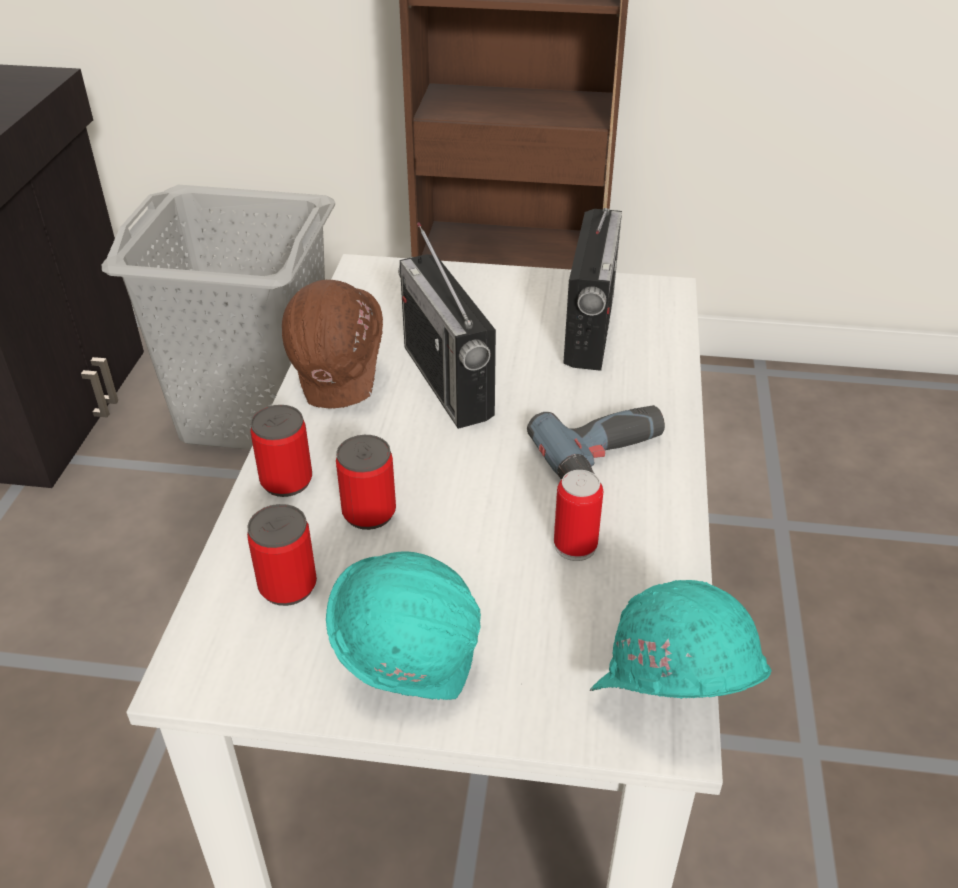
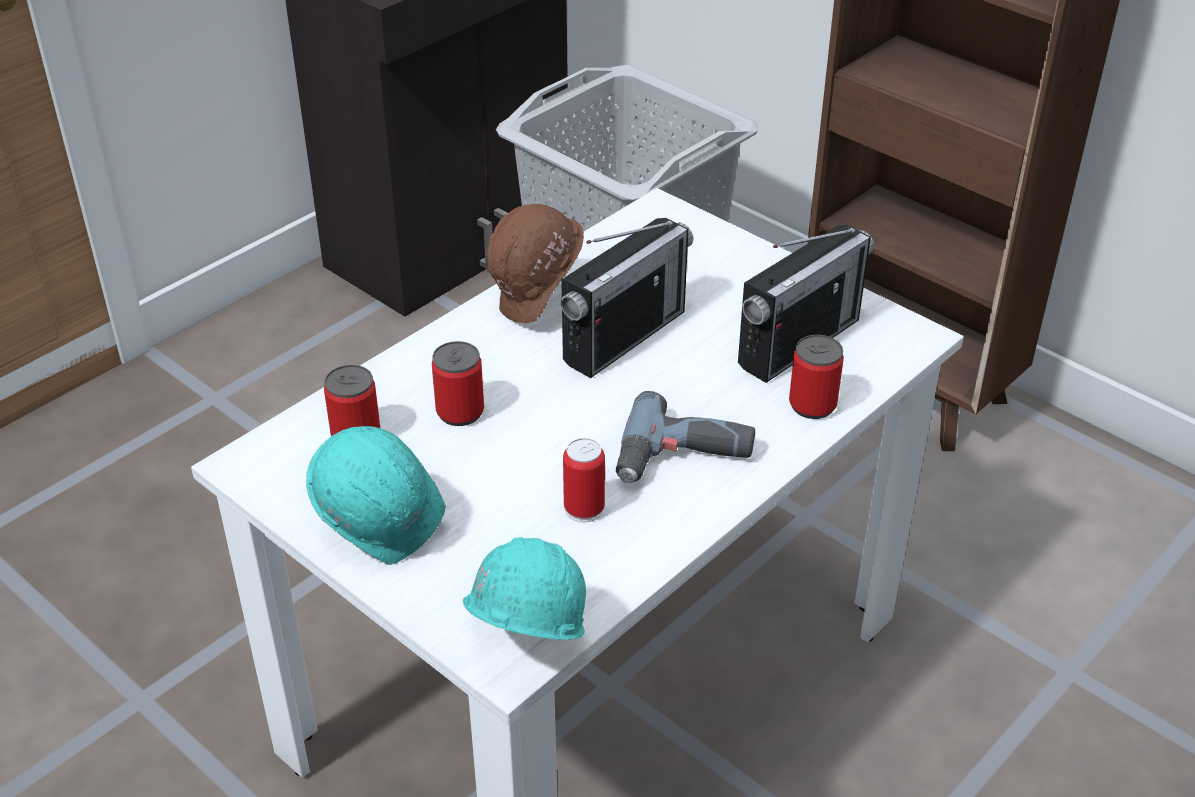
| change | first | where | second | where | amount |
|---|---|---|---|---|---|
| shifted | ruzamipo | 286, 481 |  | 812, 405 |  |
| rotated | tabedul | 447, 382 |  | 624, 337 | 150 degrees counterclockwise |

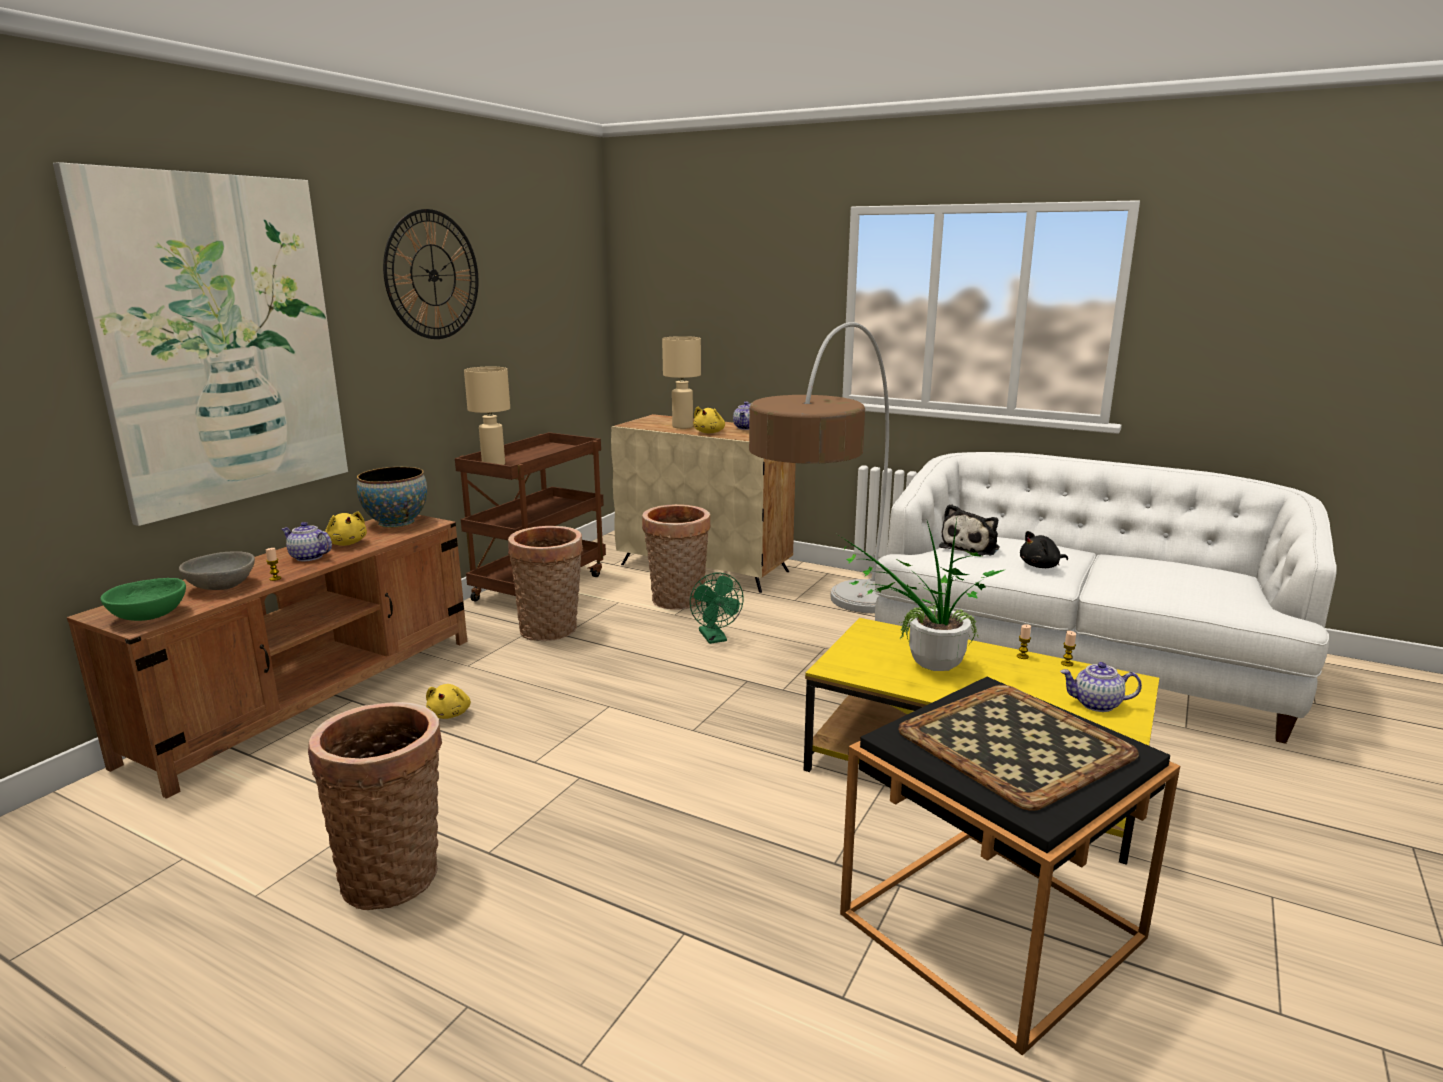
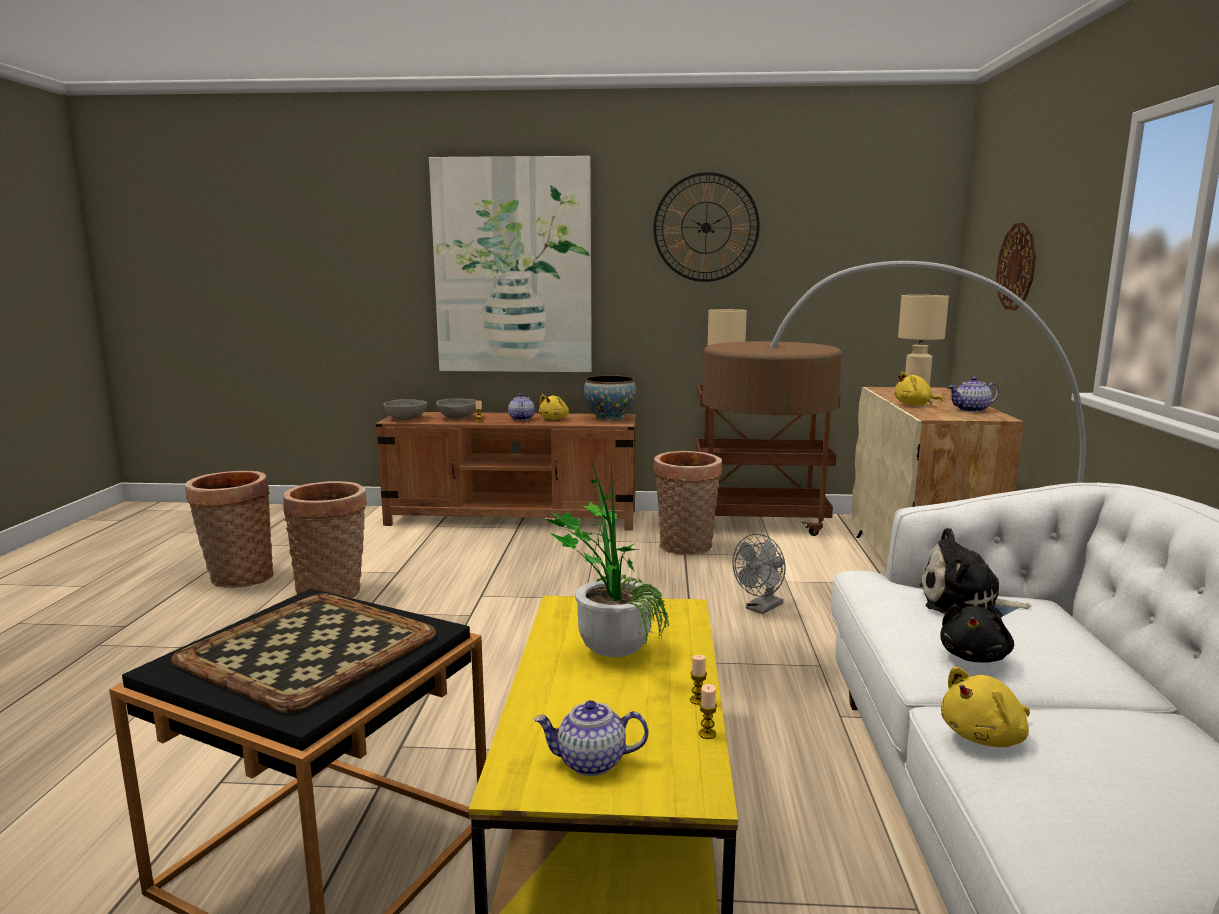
| change | first | where | second | where | amount |
|---|---|---|---|---|---|
| repainted | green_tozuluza | 150, 615 | grey_tozuluza | 406, 419 |  |
| shifted | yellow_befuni | 450, 714 |  | 985, 737 |  |
| shifted | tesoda | 677, 602 |  | 237, 578 |  |
| repainted | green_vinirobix | 715, 638 | grey_vinirobix | 761, 608 |  |
| rotated | black_befuni | 1041, 566 |  | 974, 656 | 105 degrees counterclockwise |
| rotated | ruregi | 1096, 704 |  | 590, 762 | 75 degrees counterclockwise |
| new |  |  | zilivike | 1017, 266 |  |

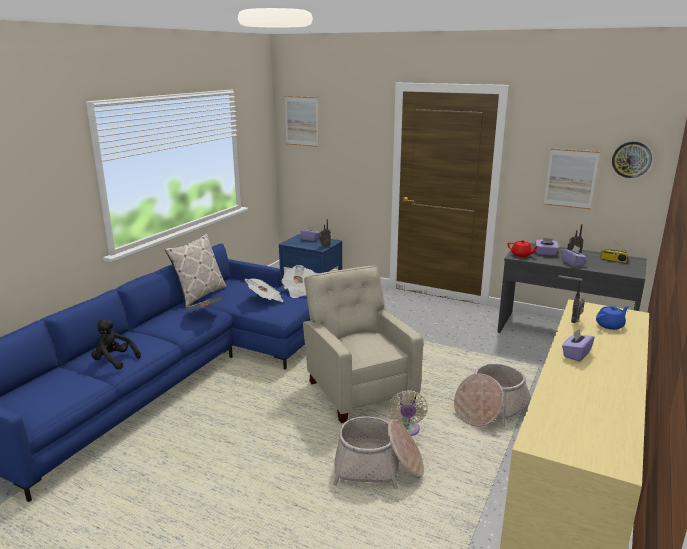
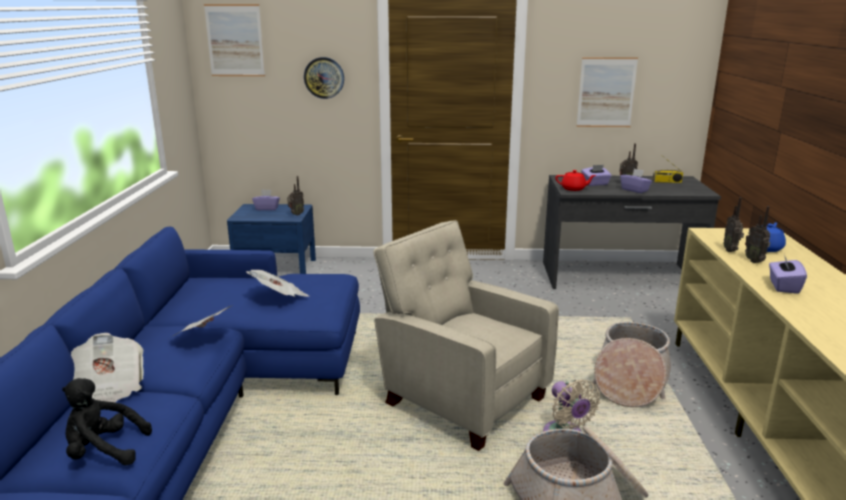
| change | first | where | second | where | amount |
|---|---|---|---|---|---|
| gone | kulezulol | 199, 295 |  |  |  |
| shifted | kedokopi | 299, 291 |  | 109, 387 |  |
| shifted | zilivike | 631, 159 |  | 324, 77 |  |
| new |  |  | tabedul | 754, 261 |  |

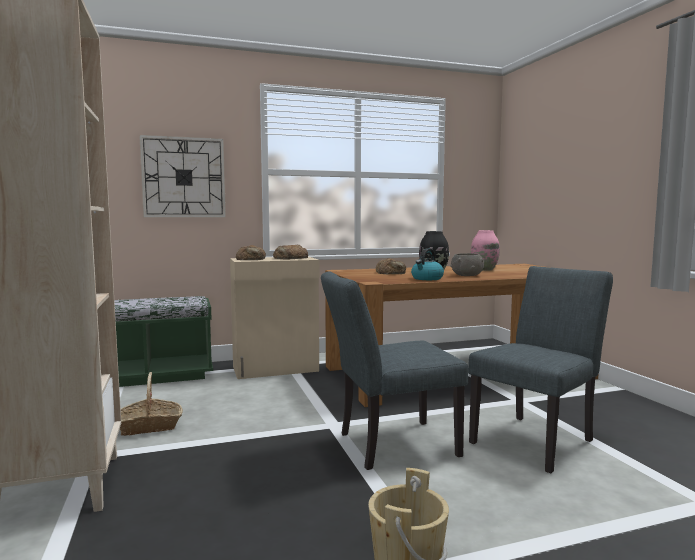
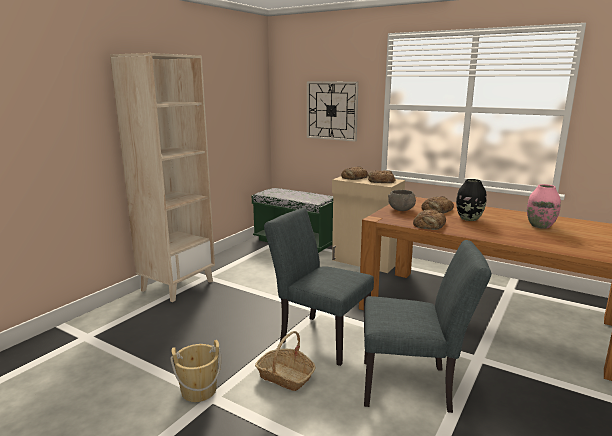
| change | first | where | second | where | amount |
|---|---|---|---|---|---|
| shifted | tesoda | 149, 426 |  | 285, 376 |  |
| swapped | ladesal | 427, 279 | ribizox | 429, 225 |  |
| shifted | grey_tozuluza | 467, 275 |  | 401, 209 |  |

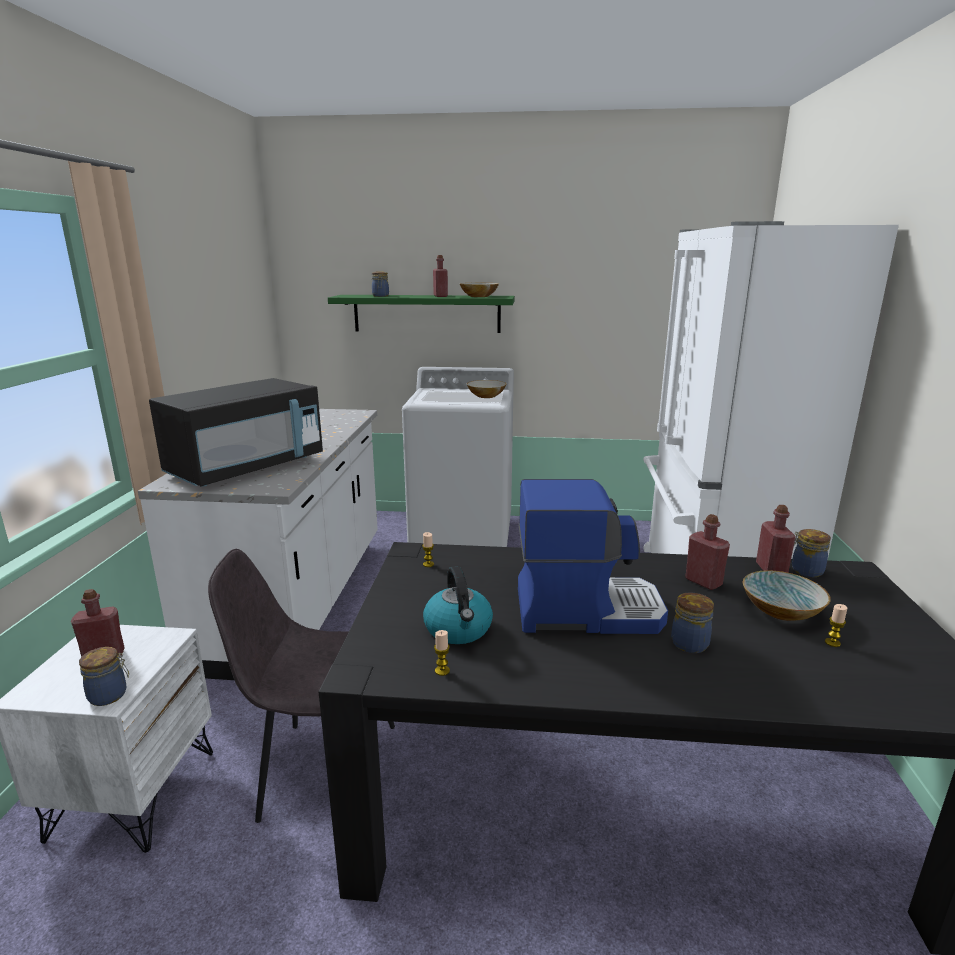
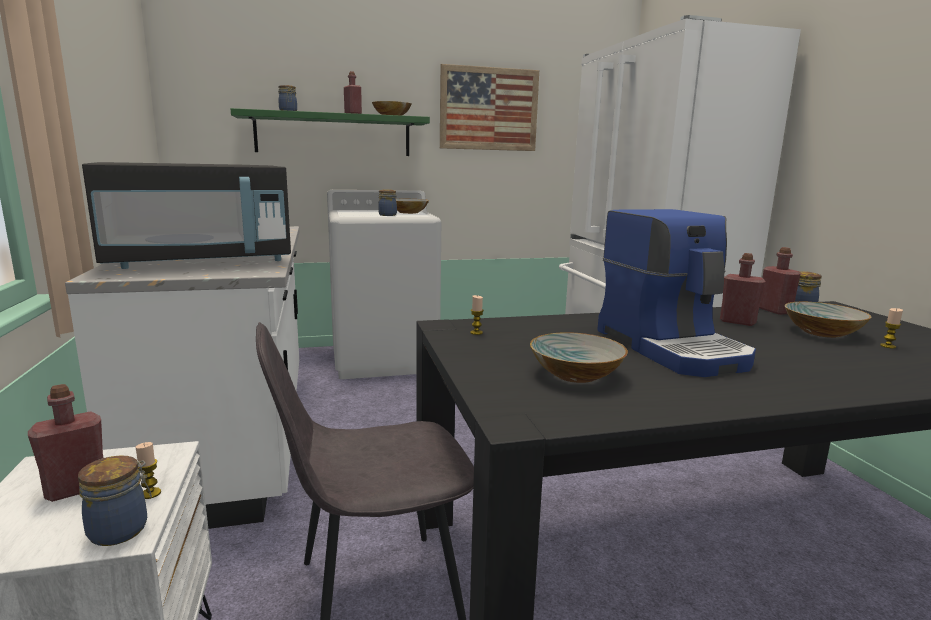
| change | first | where | second | where | amount |
|---|---|---|---|---|---|
| rotated | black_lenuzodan | 247, 468 |  | 201, 261 | 45 degrees clockwise |
| swapped | ladesal | 459, 629 | tozuluza | 575, 374 |  |
| shifted | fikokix | 442, 671 |  | 150, 493 |  |
| rotated | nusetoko | 586, 609 |  | 672, 347 | 90 degrees clockwise |
| shifted | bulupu | 689, 642 |  | 387, 215 |  |
| new |  |  | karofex | 489, 109 |  |

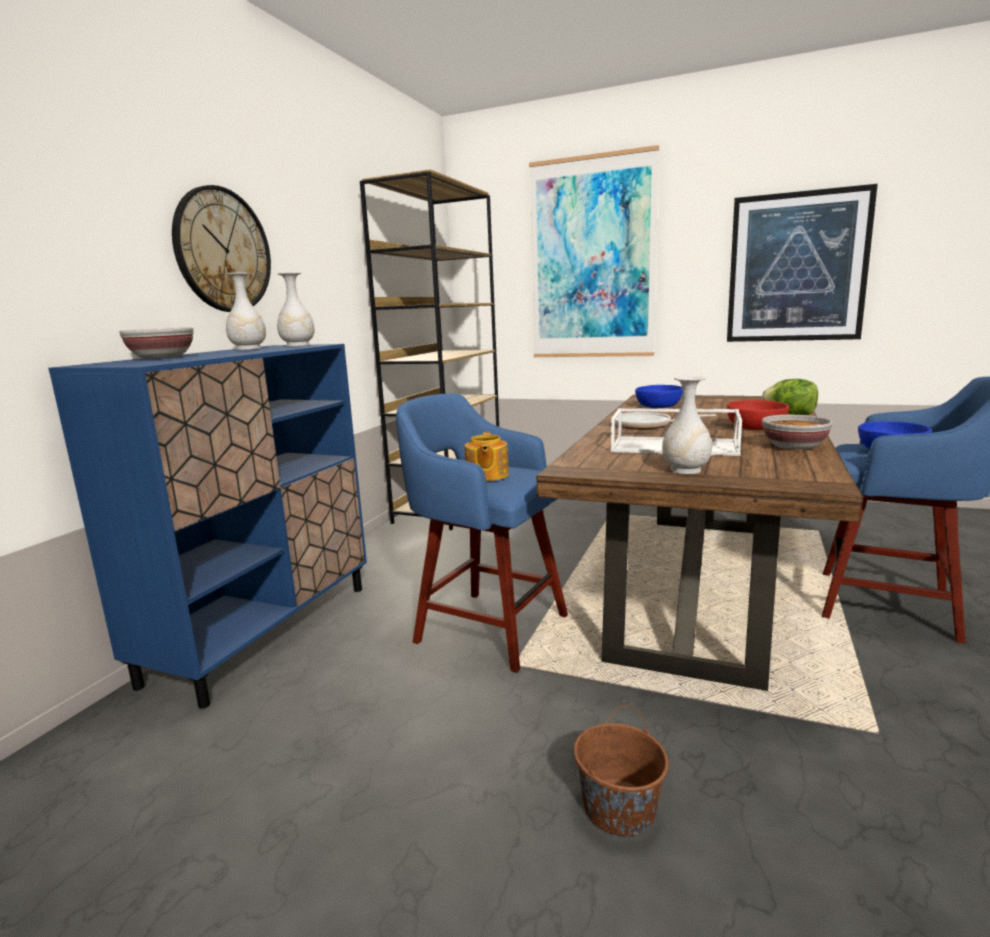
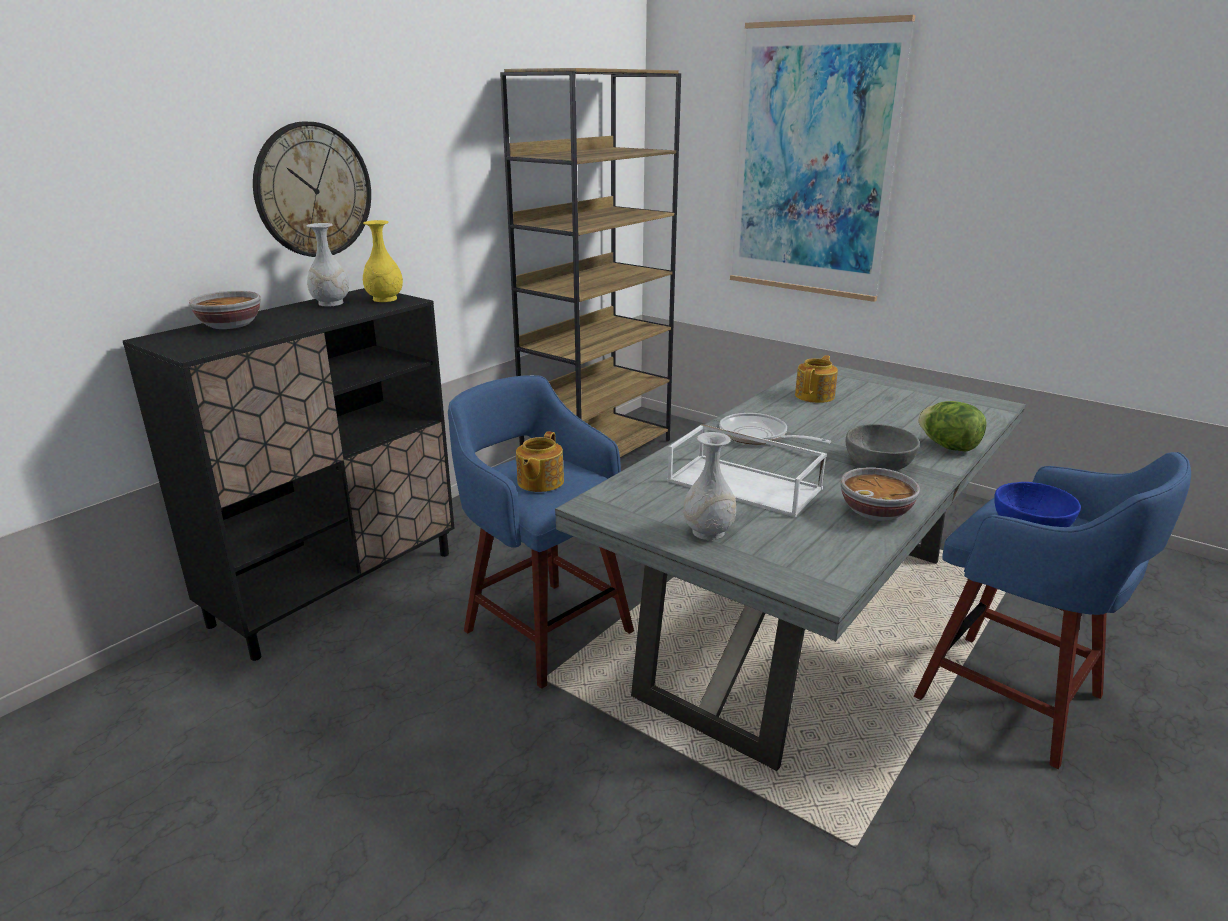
| change | first | where | second | where | amount |
|---|---|---|---|---|---|
| repainted | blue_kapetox | 264, 631 | black_kapetox | 337, 587 |  |
| repainted | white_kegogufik | 297, 345 | yellow_kegogufik | 384, 299 |  |
| repainted | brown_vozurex | 698, 586 | grey_vozurex | 803, 623 |  |
| gone | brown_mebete | 618, 808 |  |  |  |
| swapped | blue_tozuluza | 658, 406 | ruregi | 815, 396 |  |
| gone | karofex | 796, 268 |  |  |  |
| repainted | red_tozuluza | 756, 427 | grey_tozuluza | 879, 463 |  |

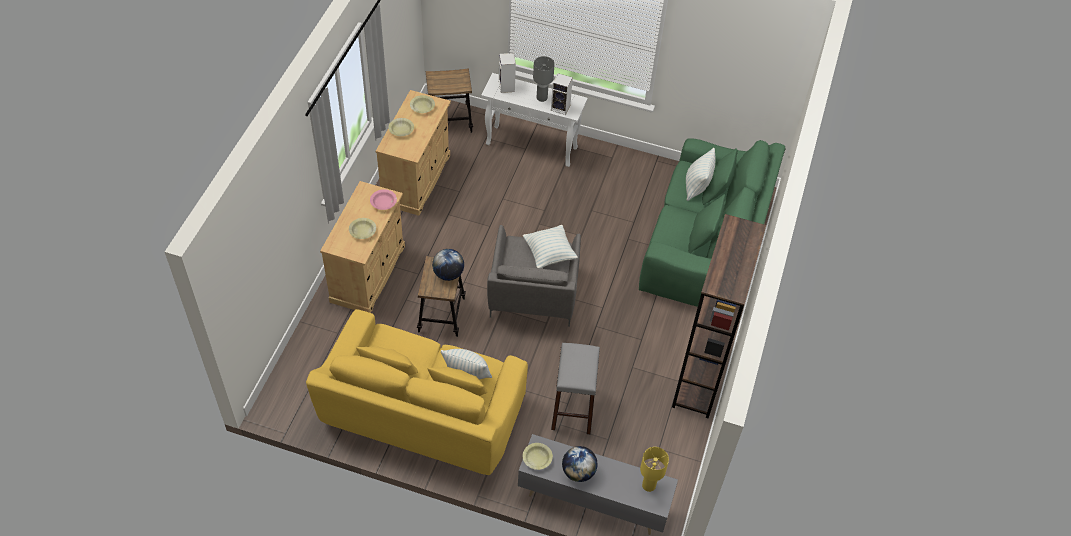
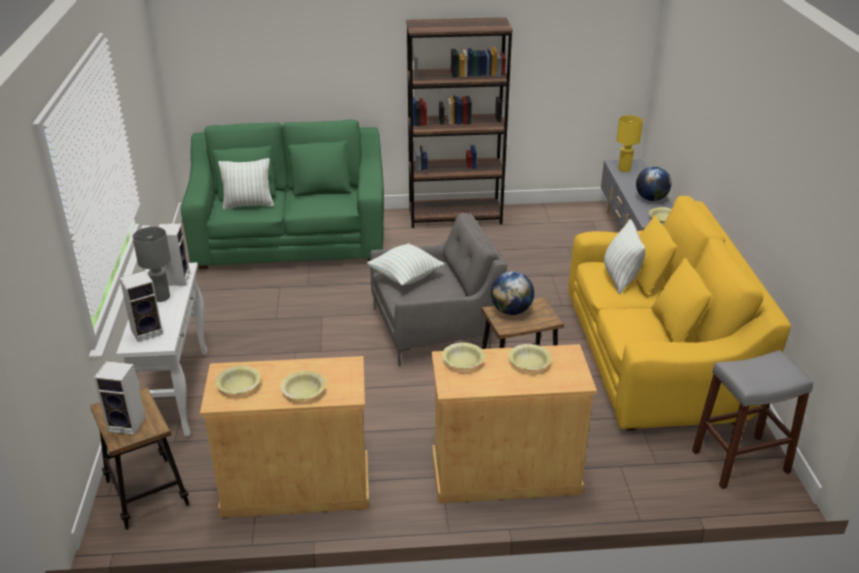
| change | first | where | second | where | amount |
|---|---|---|---|---|---|
| repainted | pink_tozuluza | 383, 202 | yellow_tozuluza | 463, 361 |  |
| shifted | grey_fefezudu | 573, 408 |  | 740, 461 |  |
| new |  |  | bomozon | 128, 424 |  |

